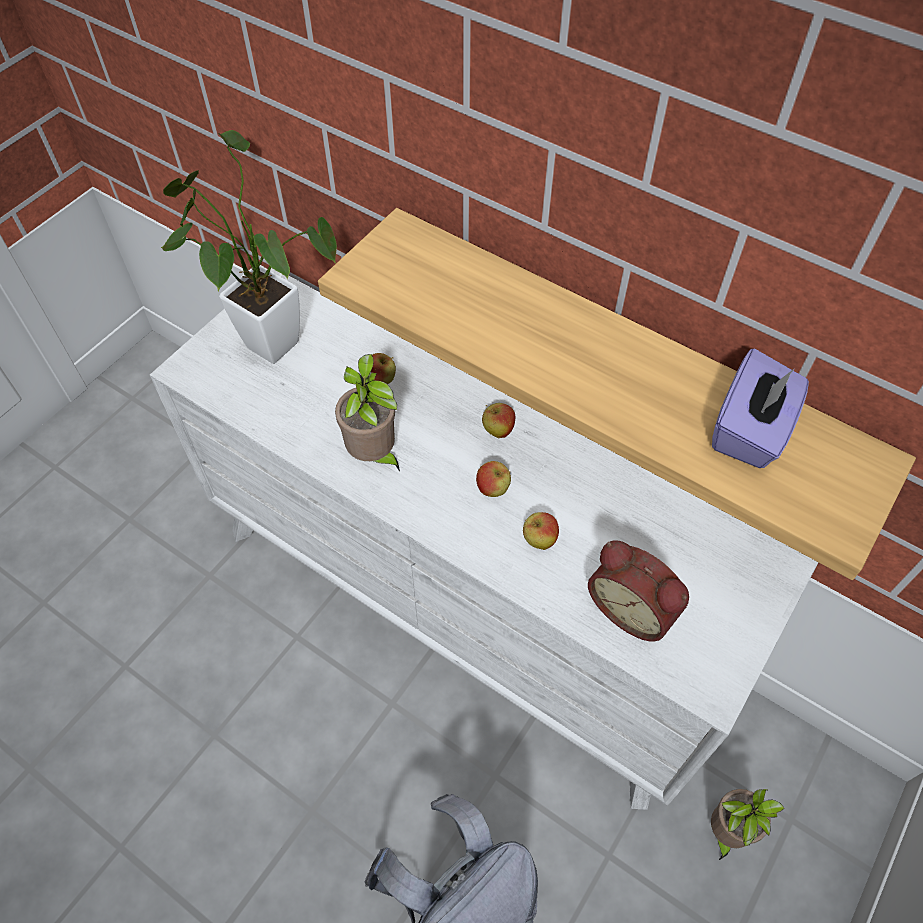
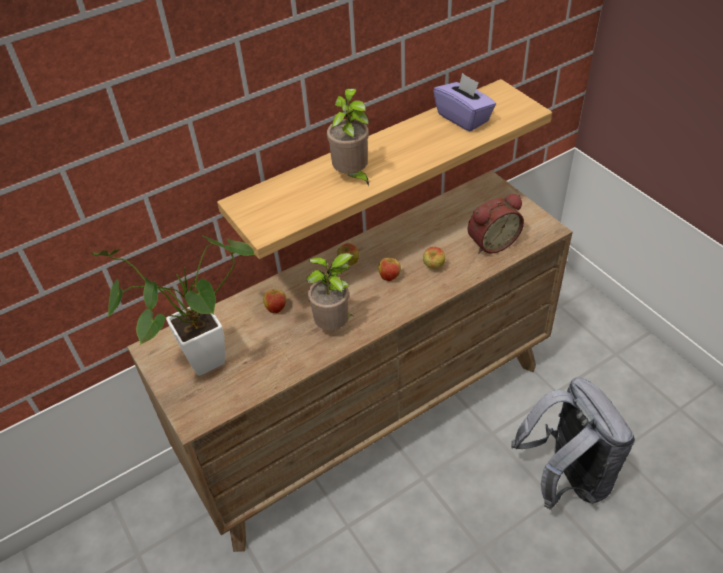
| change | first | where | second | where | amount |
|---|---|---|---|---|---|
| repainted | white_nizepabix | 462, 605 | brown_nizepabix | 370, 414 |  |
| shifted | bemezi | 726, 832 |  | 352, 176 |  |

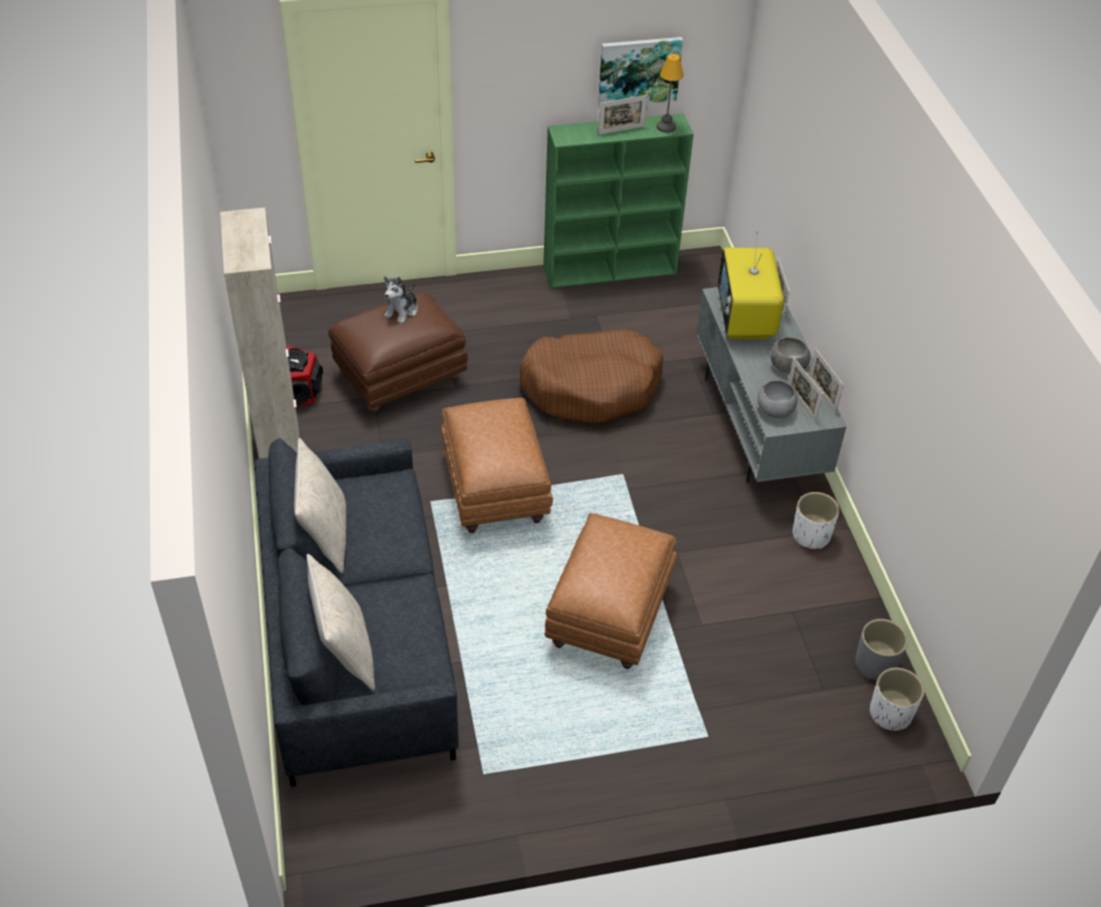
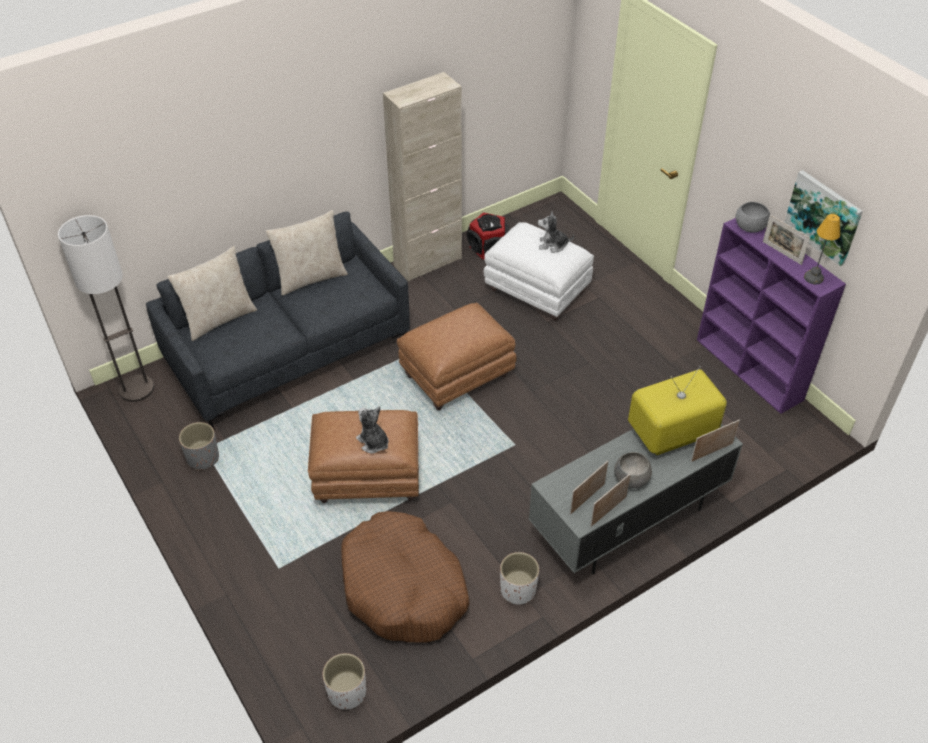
| change | first | where | second | where | amount |
|---|---|---|---|---|---|
| repainted | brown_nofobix | 399, 378 | white_nofobix | 536, 291 |  |
| shifted | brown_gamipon | 591, 387 |  | 404, 588 |  |
| repainted | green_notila | 611, 270 | purple_notila | 750, 370 |  |
| shifted | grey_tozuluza | 775, 409 |  | 750, 227 |  |
| shifted | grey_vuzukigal | 875, 664 |  | 203, 458 |  |
| new |  |  | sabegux | 136, 388 |  |
| new |  |  | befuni | 373, 442 |  |

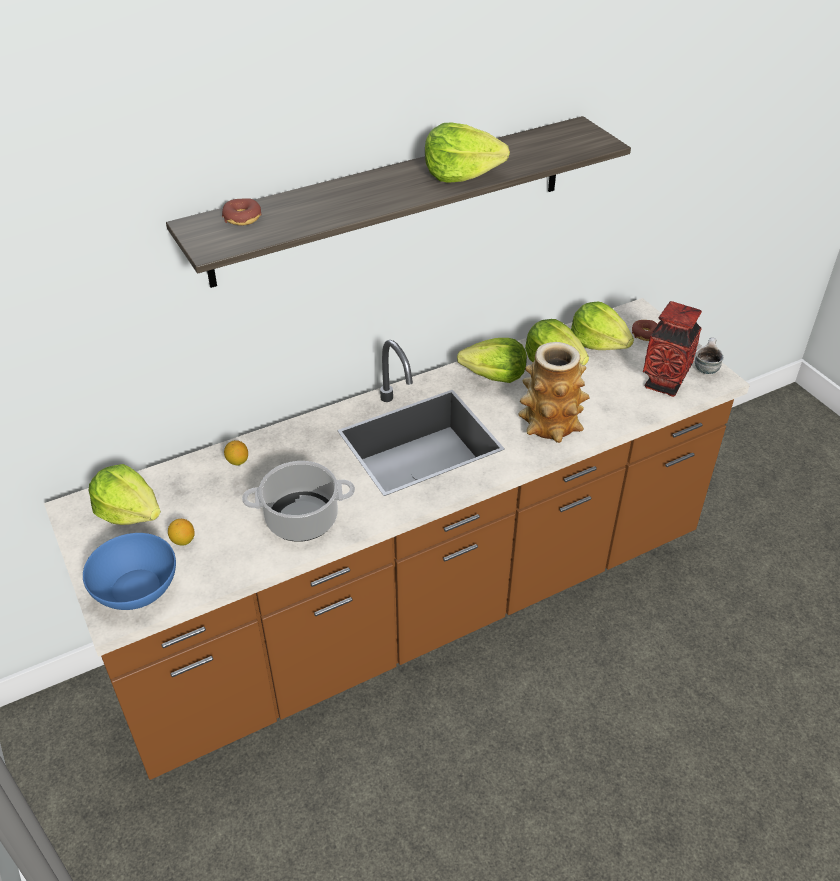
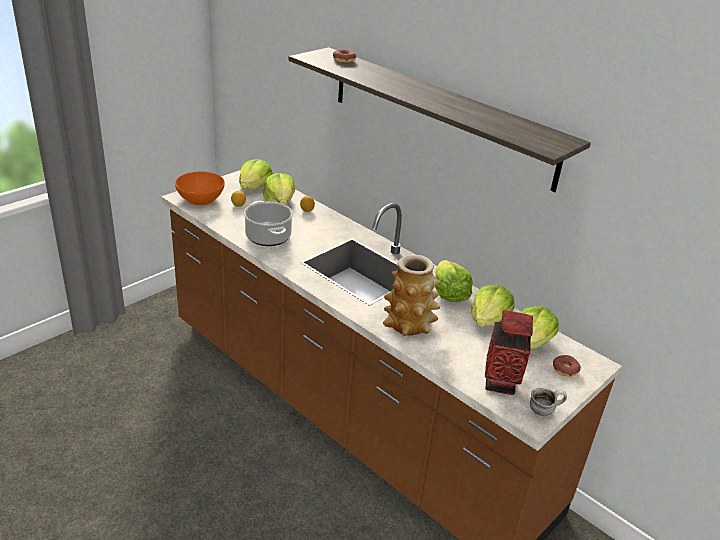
| change | first | where | second | where | amount |
|---|---|---|---|---|---|
| repainted | blue_tozuluza | 136, 589 | orange_tozuluza | 200, 199 |  |
| shifted | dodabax | 461, 173 |  | 280, 202 |  |

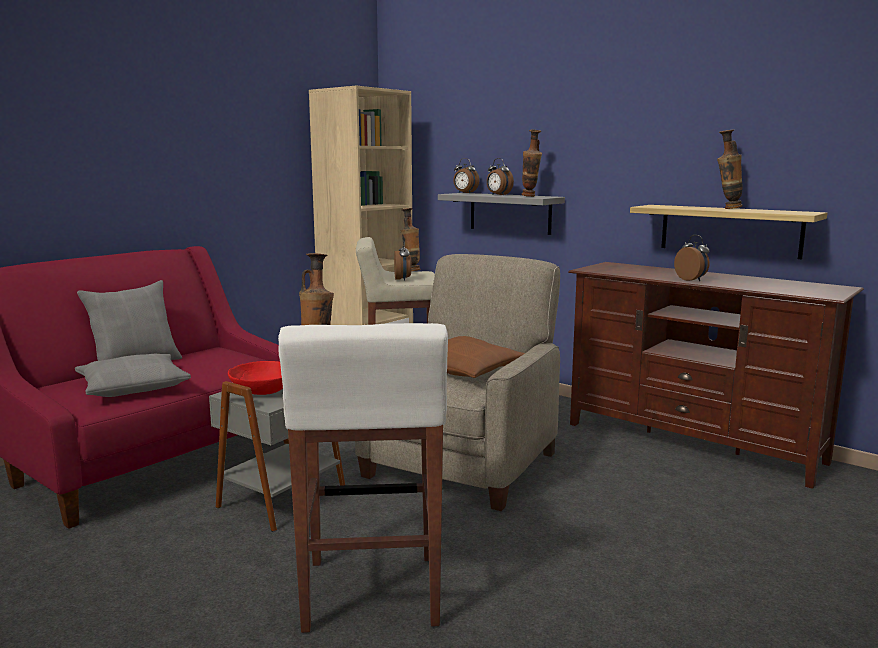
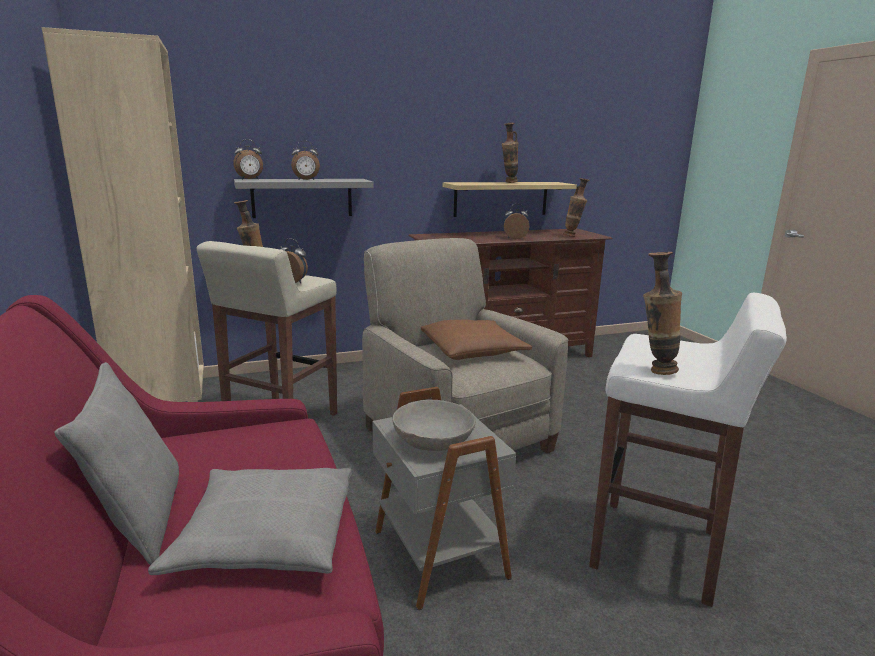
| change | first | where | second | where | amount |
|---|---|---|---|---|---|
| repainted | red_tozuluza | 263, 390 | grey_tozuluza | 434, 441 |  |
| shifted | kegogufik | 530, 196 |  | 573, 236 |  |

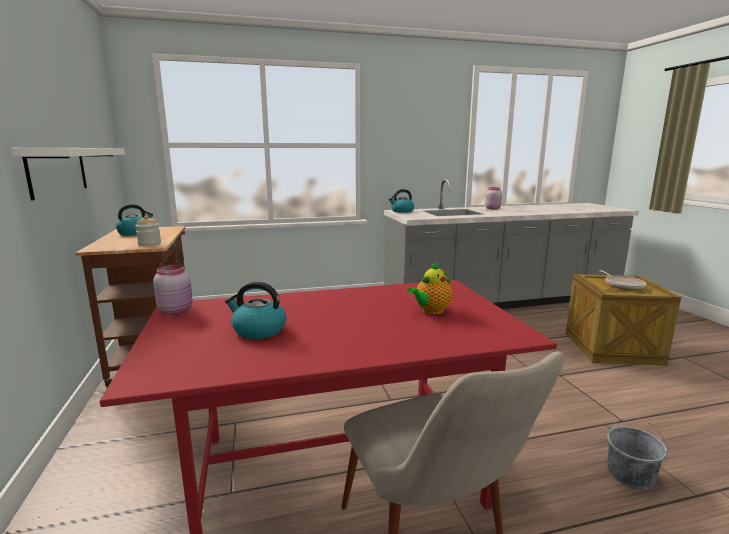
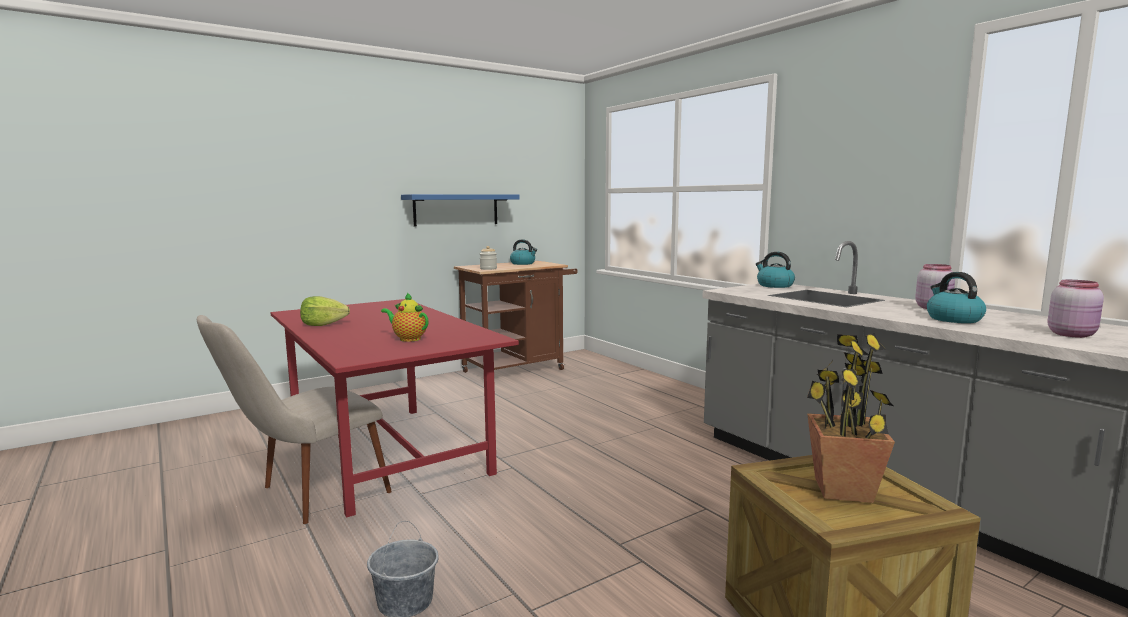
| change | first | where | second | where | amount |
|---|---|---|---|---|---|
| repainted | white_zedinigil | 58, 171 | blue_zedinigil | 456, 210 |  |
| shifted | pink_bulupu | 176, 310 |  | 1072, 334 |  |
| shifted | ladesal | 258, 330 |  | 953, 319 |  |
| swapped | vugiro | 623, 285 | bemezi | 843, 490 |  |
| new |  |  | dodabax | 323, 324 |  |

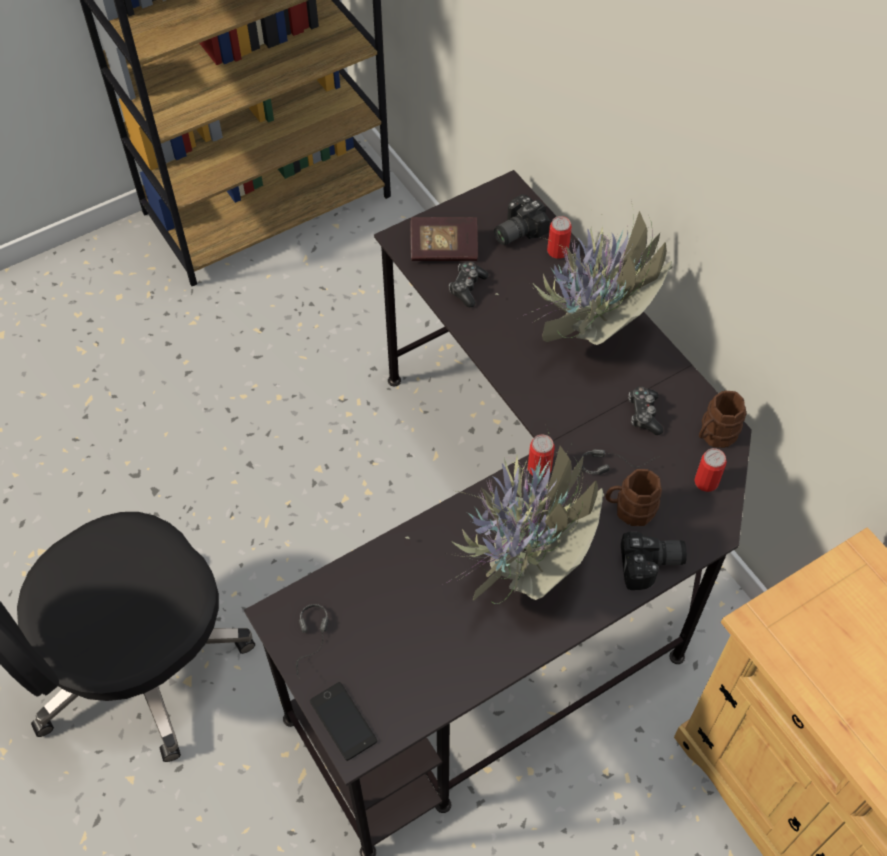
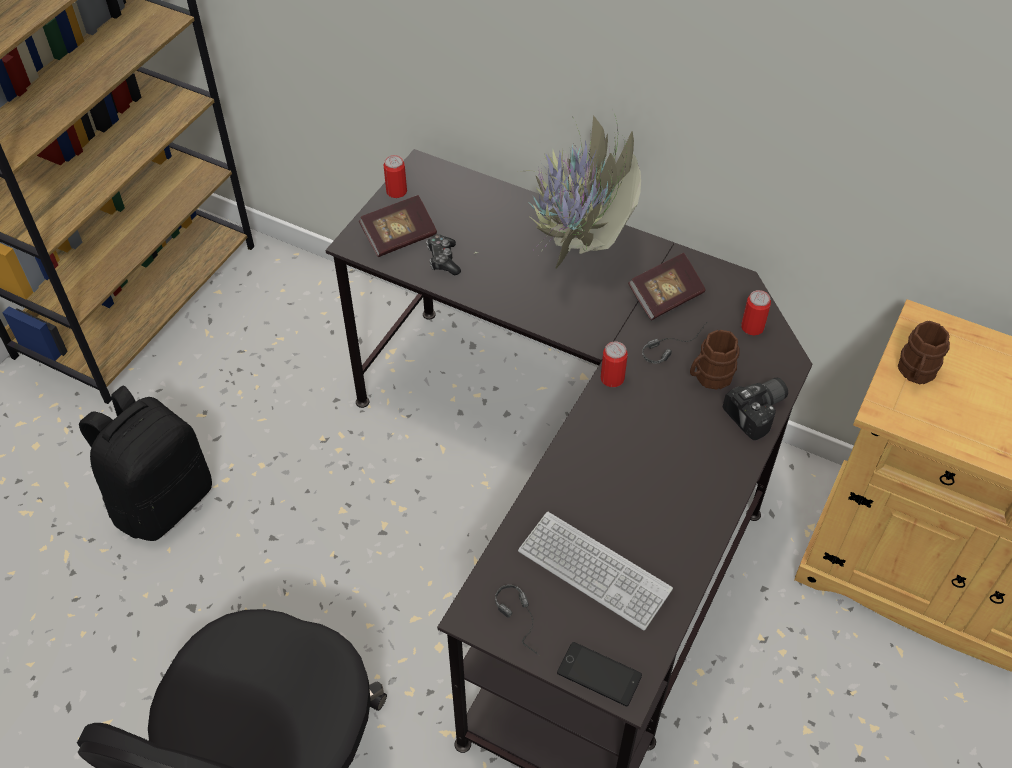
| change | first | where | second | where | amount |
|---|---|---|---|---|---|
| gone | bemezi | 519, 568 |  |  |  |
| gone | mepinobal | 516, 230 |  |  |  |
| shifted | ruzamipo | 557, 251 |  | 396, 191 |  |
| swapped | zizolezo | 644, 414 | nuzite | 665, 297 |  |
| shifted | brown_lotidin | 714, 435 |  | 915, 373 |  |
| new |  |  | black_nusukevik | 162, 500 |  |
| new |  |  | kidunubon | 594, 571 |  |

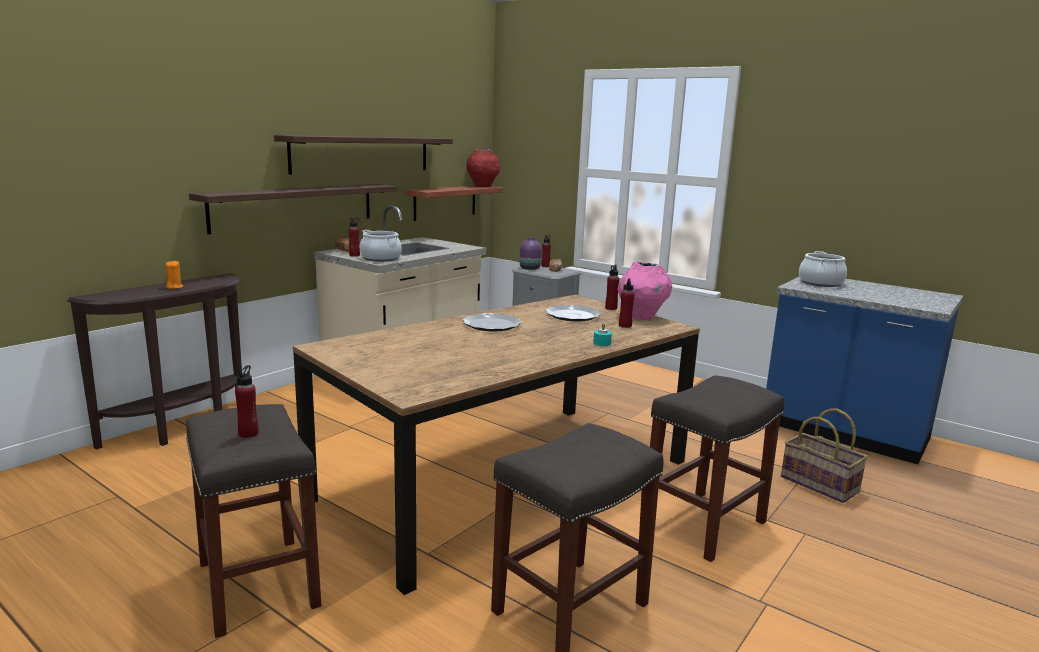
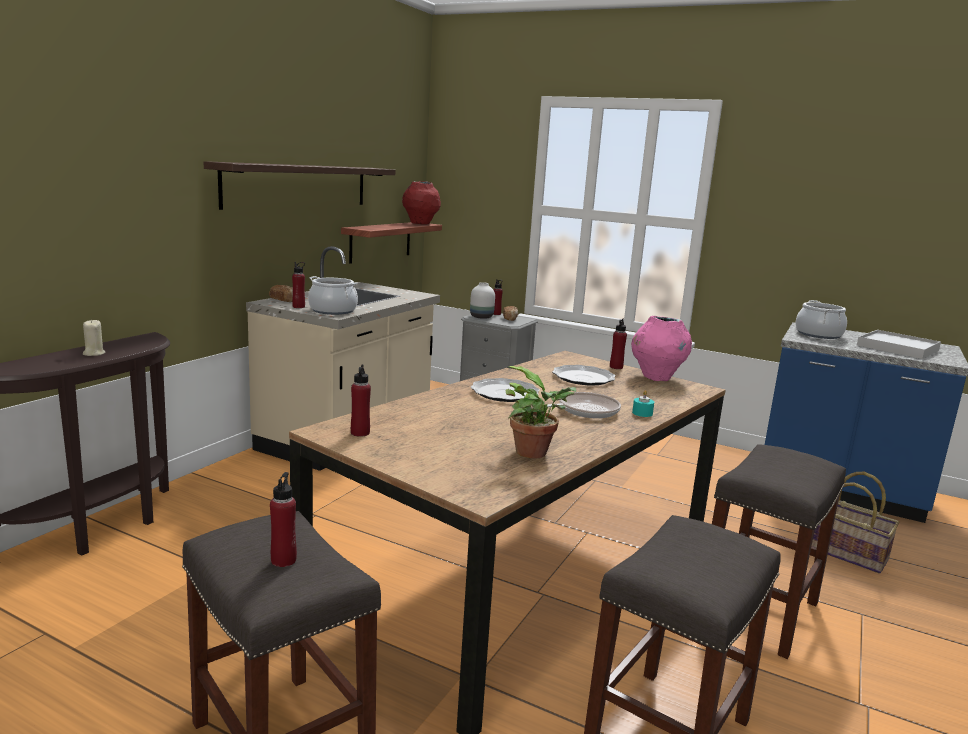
| change | first | where | second | where | amount |
|---|---|---|---|---|---|
| repainted | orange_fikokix | 174, 287 | beige_fikokix | 94, 353 |  |
| gone | zedinigil | 295, 206 |  |  |  |
| repainted | purple_kegogufik | 530, 268 | white_kegogufik | 482, 317 |  |
| shifted | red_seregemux | 625, 326 |  | 360, 433 |  |
| new |  |  | bemezi | 535, 453 |  |
| new |  |  | vugiro | 584, 410 |  |
| new |  |  | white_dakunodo | 897, 348 |  |

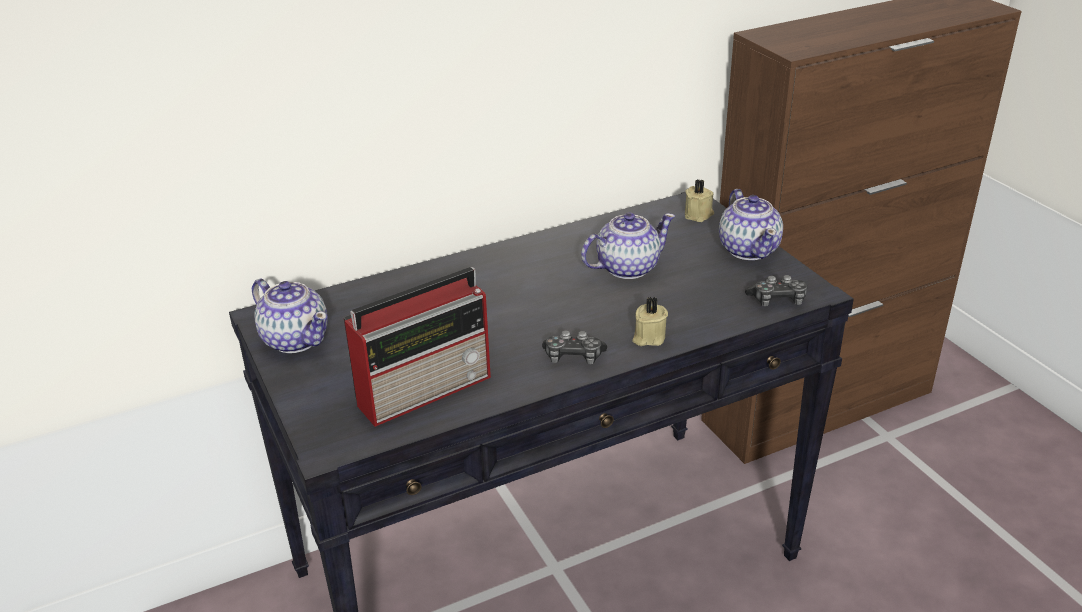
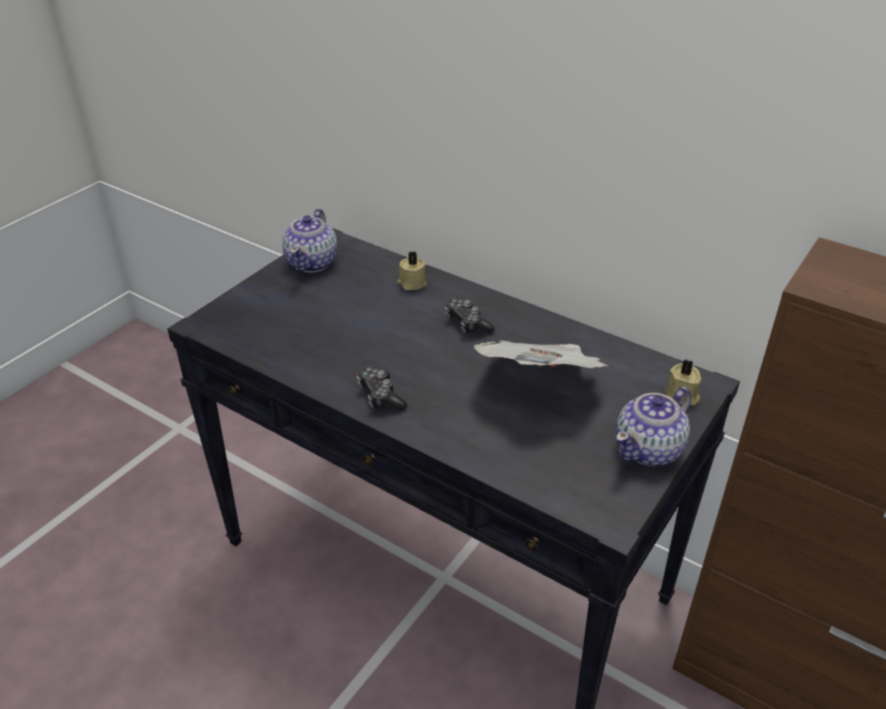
| change | first | where | second | where | amount |
|---|---|---|---|---|---|
| gone | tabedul | 427, 389 |  |  |  |
| swapped | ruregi | 626, 268 | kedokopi | 541, 381 |  |
| shifted | beige_fikokix | 648, 337 |  | 411, 283 |  |
| shifted | zizolezo | 777, 300 |  | 467, 323 |  |

